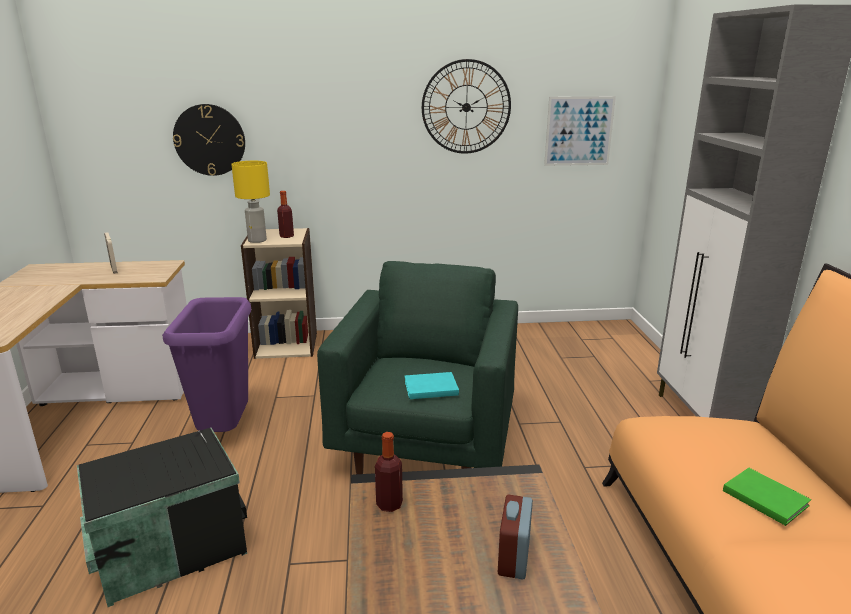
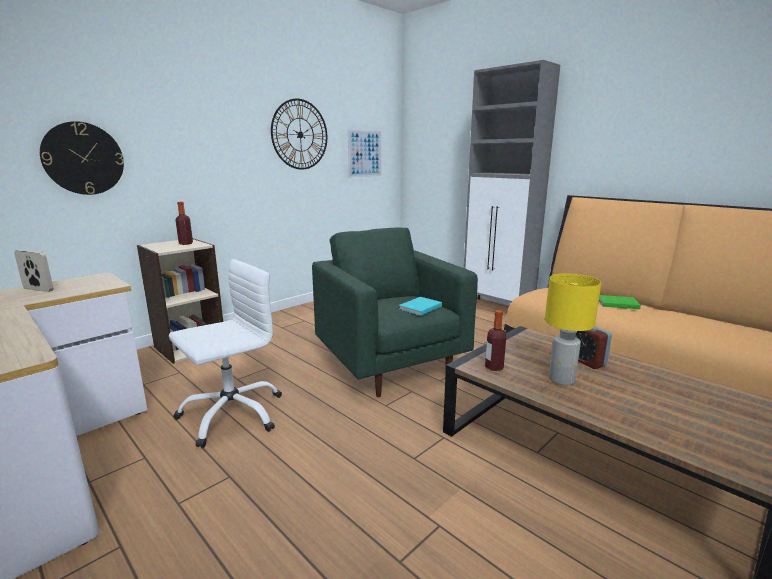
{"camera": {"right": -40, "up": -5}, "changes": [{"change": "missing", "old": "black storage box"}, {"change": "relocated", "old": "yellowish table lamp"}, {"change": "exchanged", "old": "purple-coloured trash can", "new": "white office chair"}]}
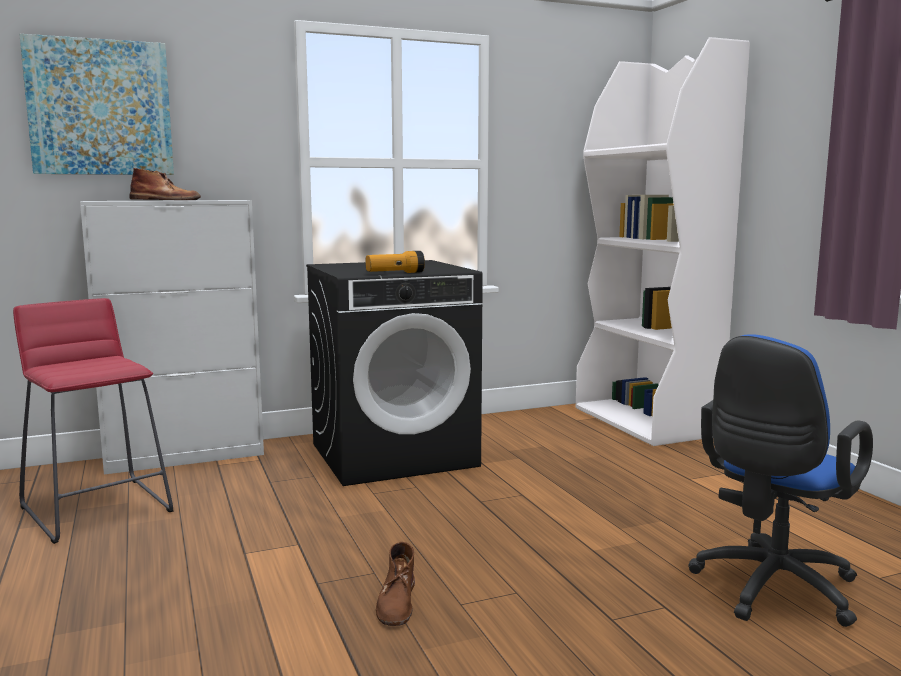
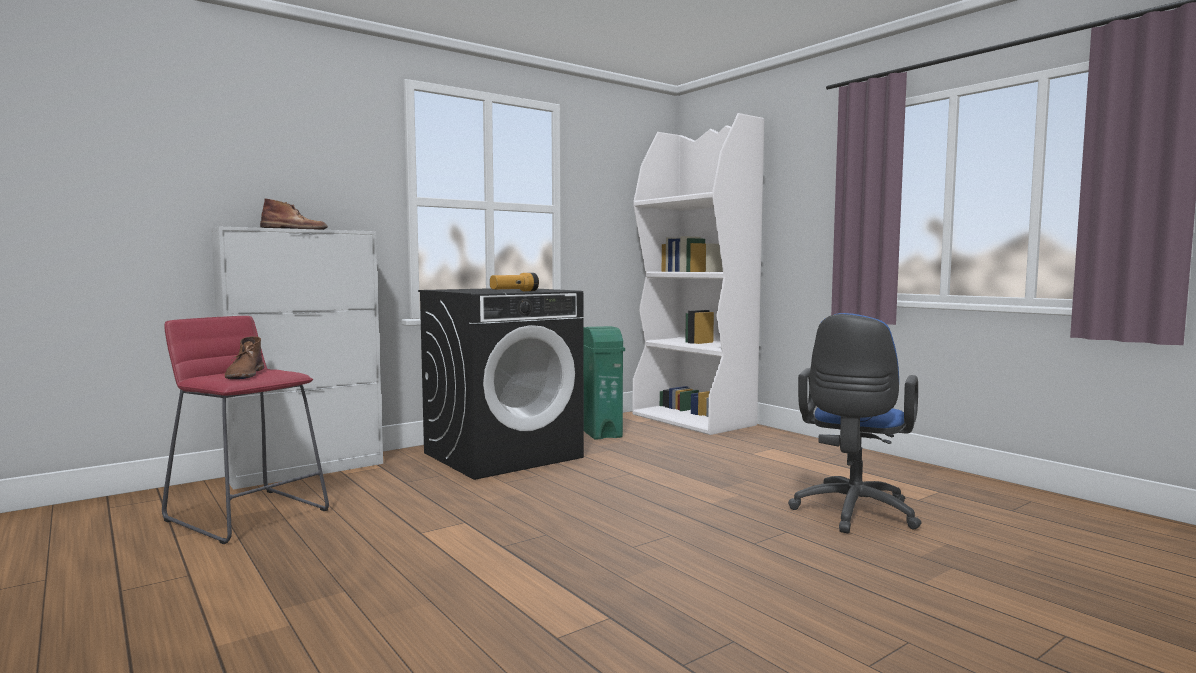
{"camera": {"right": -15, "up": -5}, "changes": [{"change": "missing", "old": "wall art"}, {"change": "appeared", "new": "green-coloured trash can"}, {"change": "relocated", "old": "brown high-top boot (no. 2 from left in the first image)", "new": "brown high-top boot (no. 1 from left)"}]}
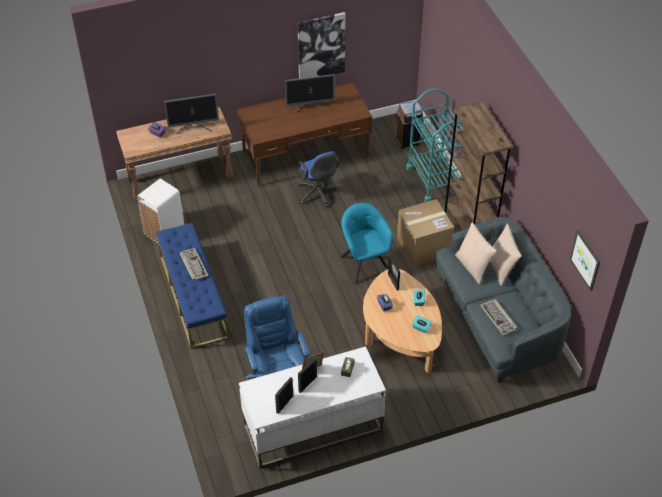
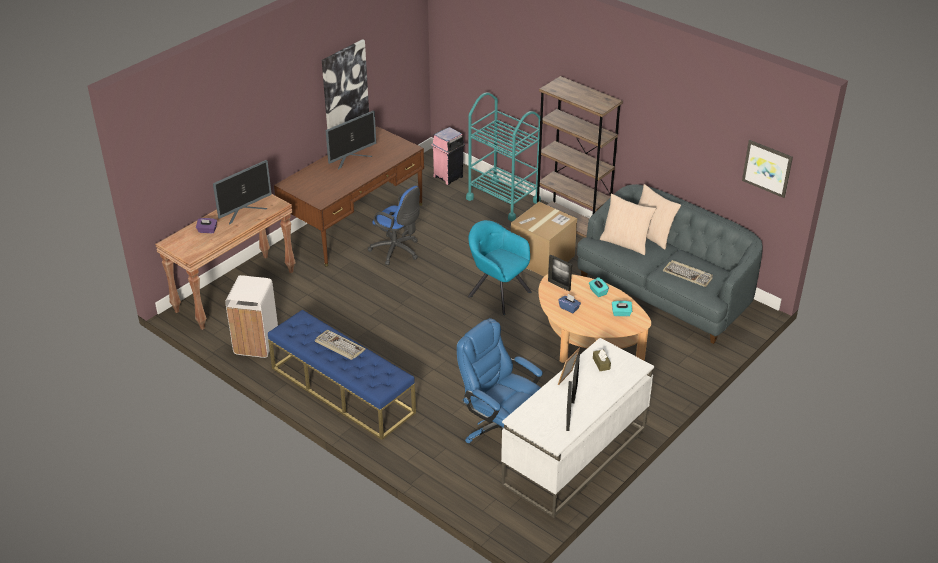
{"camera": {"right": -30, "up": -10}, "changes": [{"change": "colour", "old": "brown trash can", "new": "pink trash can"}]}
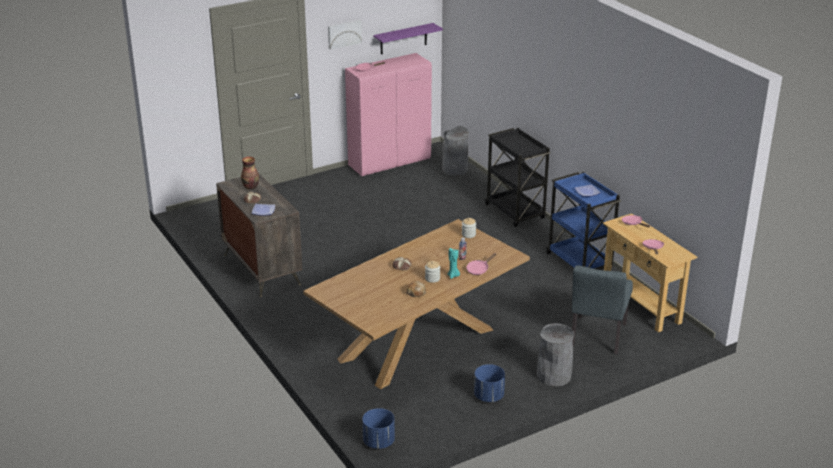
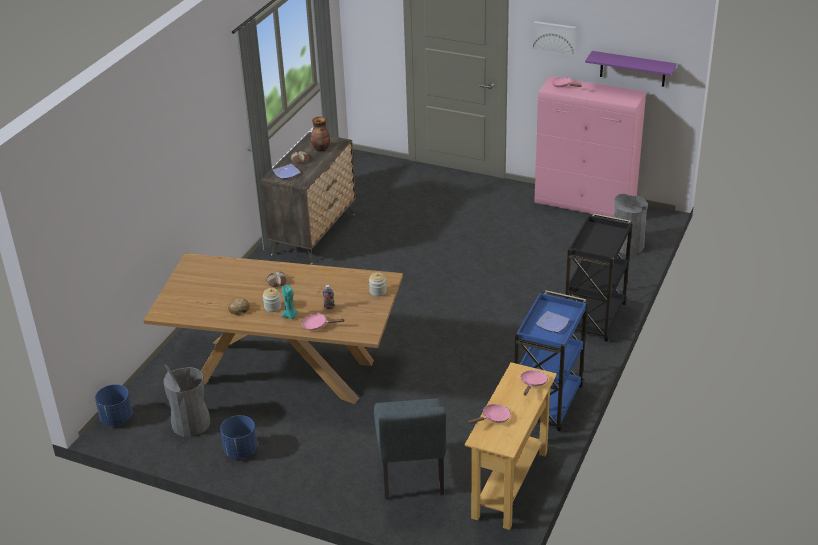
{"camera": {"right": 55, "up": 5}, "changes": [{"change": "relocated", "old": "grey trash can (no. 2 from left in the first image)", "new": "grey trash can (no. 1 from left)"}, {"change": "spun", "old": "grey upright chair", "degrees": -75}]}
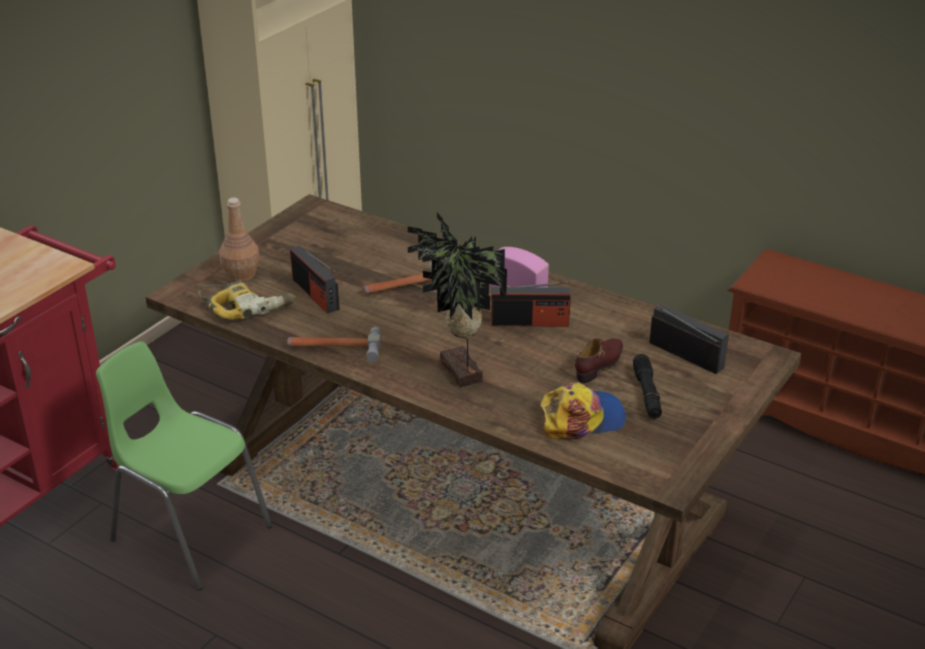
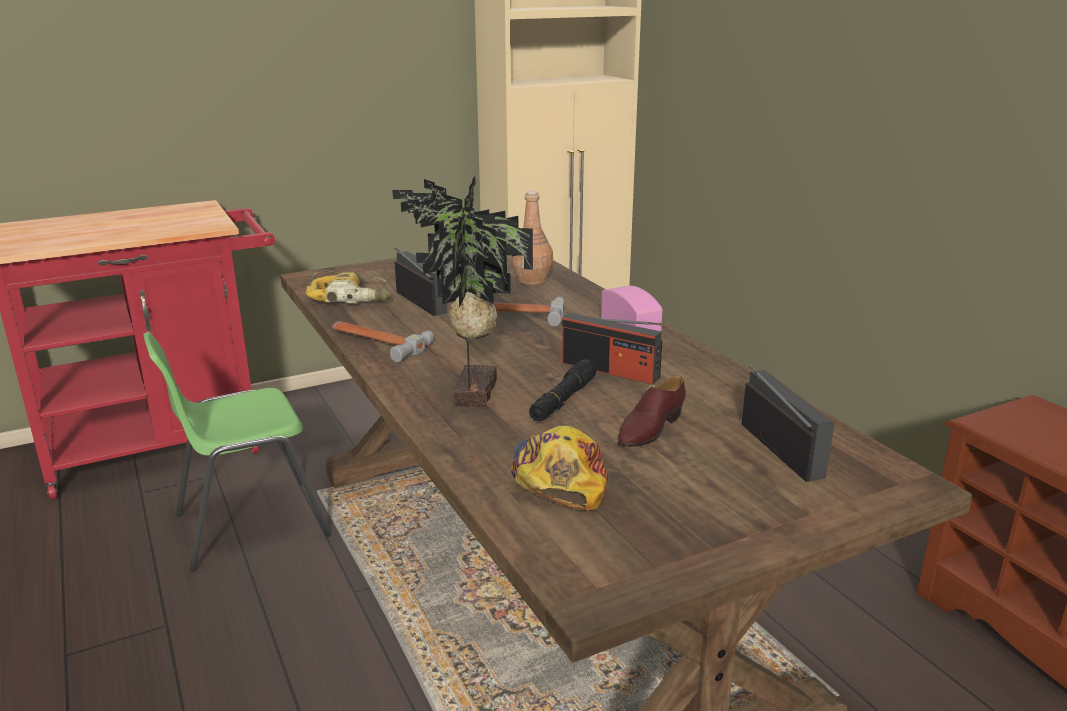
{"camera": {"right": 30, "up": -10}, "changes": [{"change": "relocated", "old": "brown bottle"}, {"change": "relocated", "old": "black flashlight"}, {"change": "spun", "old": "green-coloured upright chair", "degrees": -90}, {"change": "spun", "old": "radio receiver (no. 1 from left)", "degrees": 150}, {"change": "spun", "old": "cap", "degrees": -105}, {"change": "spun", "old": "brown shoe", "degrees": 150}]}
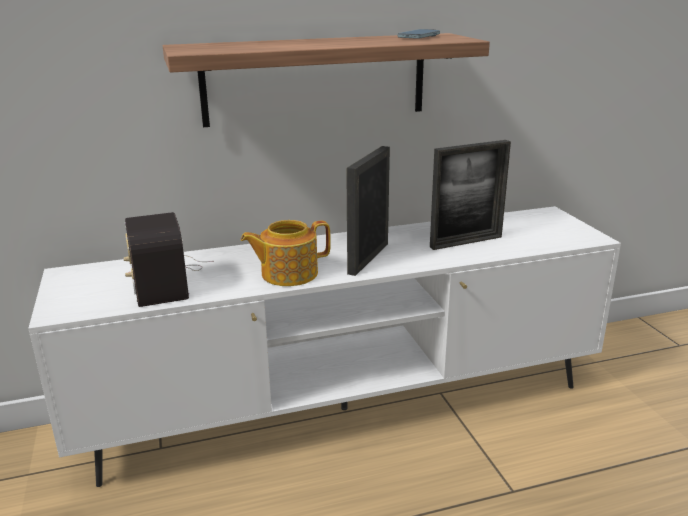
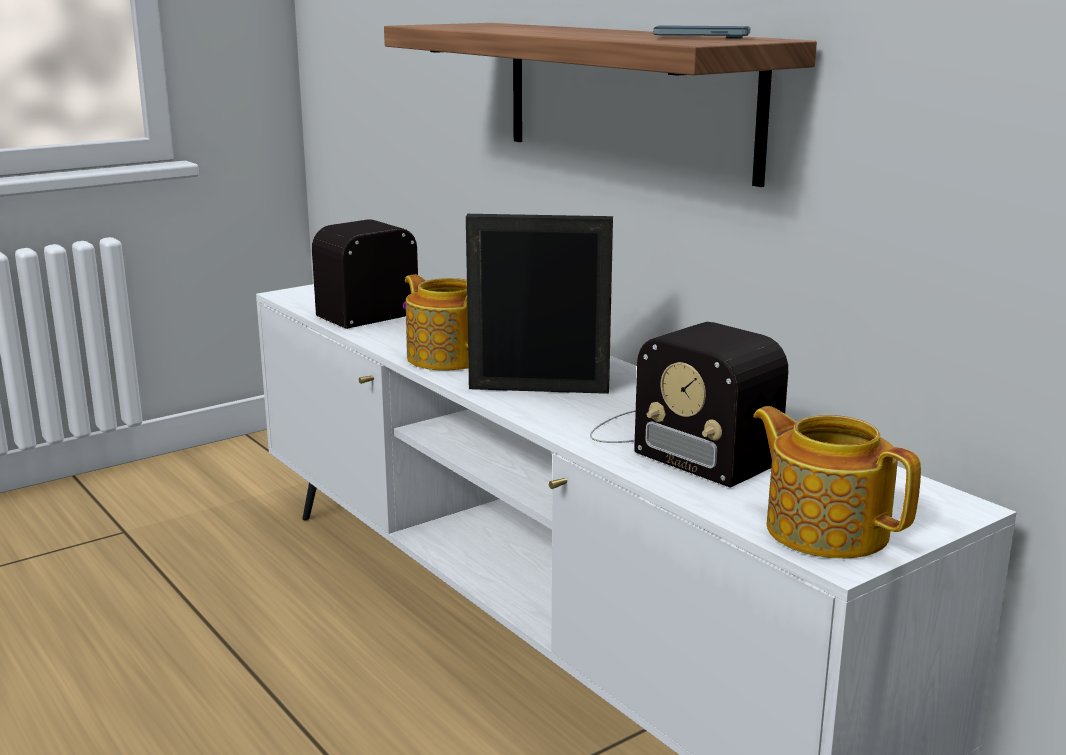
{"camera": {"right": 70, "up": -5}, "changes": [{"change": "appeared", "new": "teapot (no. 2 from left)"}, {"change": "exchanged", "old": "standing frame (no. 2 from left)", "new": "radio receiver (no. 2 from left)"}]}
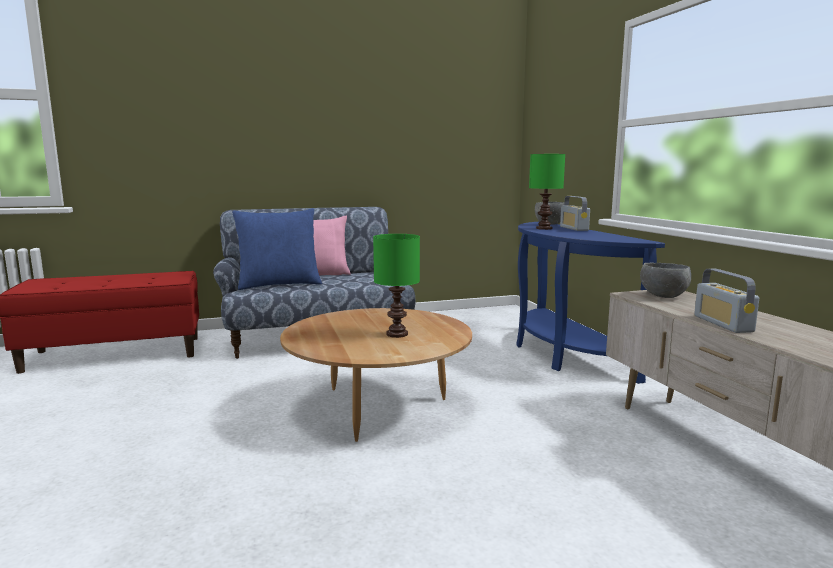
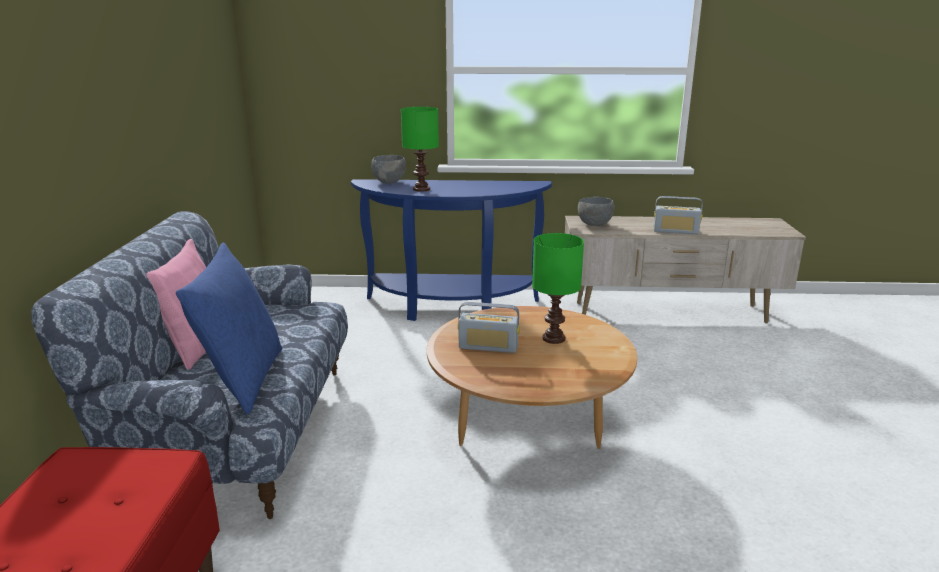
{"camera": {"right": -70, "up": 10}, "changes": [{"change": "relocated", "old": "radio receiver (no. 1 from left)"}]}
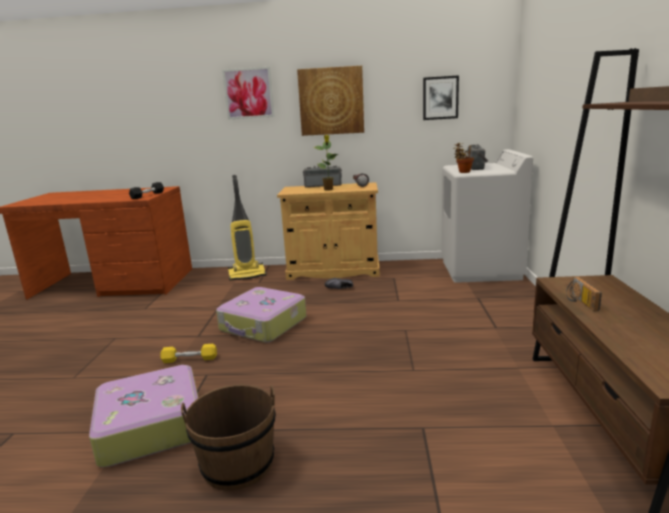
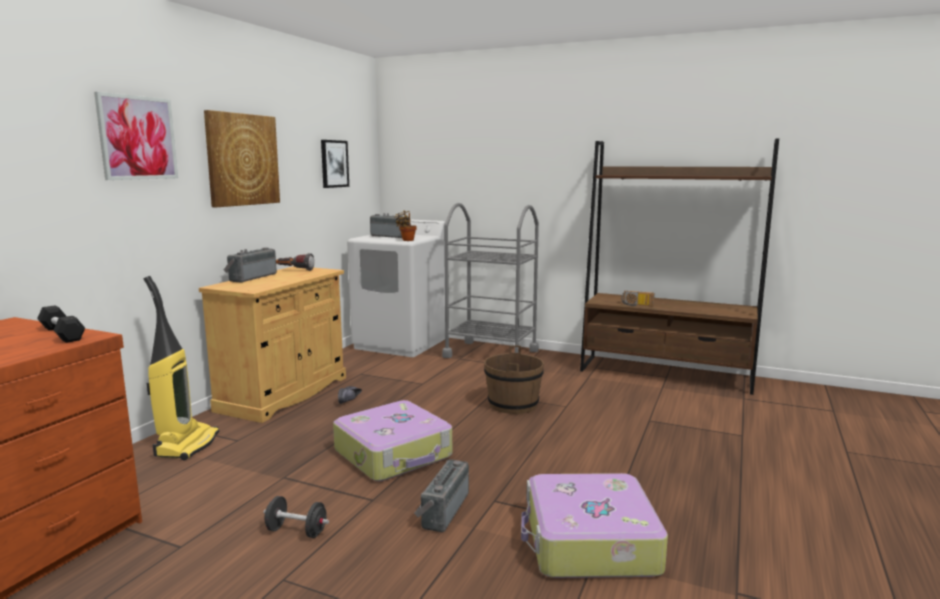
{"camera": {"right": -70, "up": -5}, "changes": [{"change": "missing", "old": "potted plant (no. 1 from left)"}, {"change": "appeared", "new": "black dumbbell (no. 2 from left)"}, {"change": "appeared", "new": "grey wheeled cart"}, {"change": "relocated", "old": "brown water bucket"}, {"change": "exchanged", "old": "yellowish dumbbell", "new": "radio receiver (no. 3 from left)"}]}
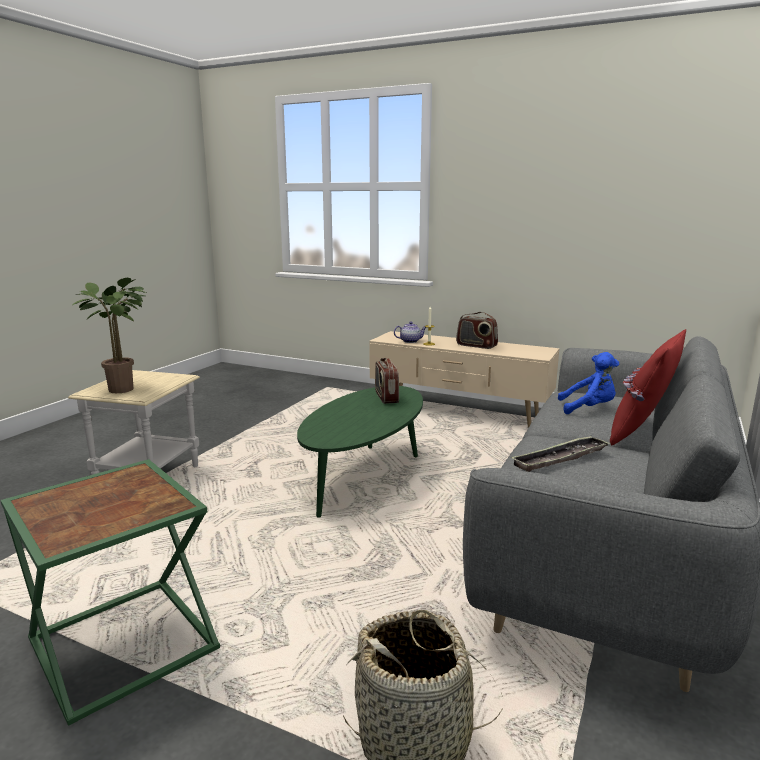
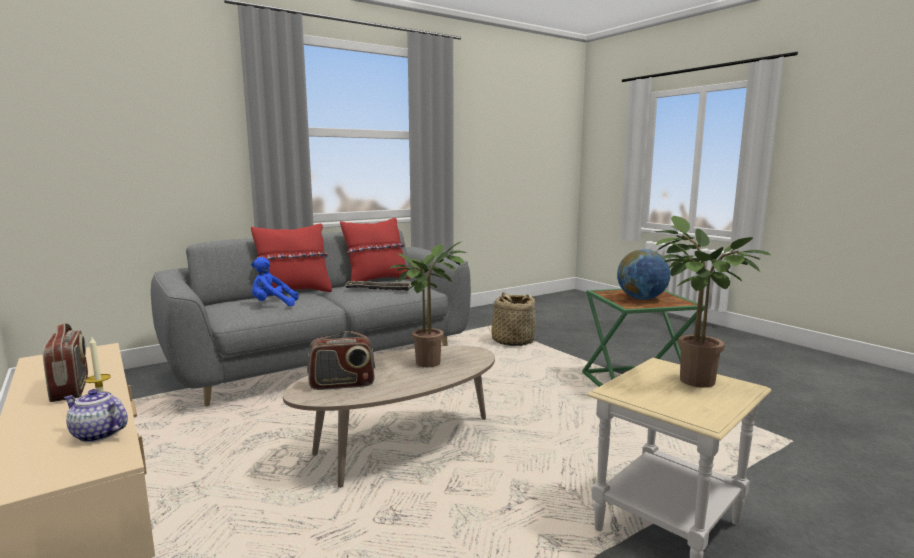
{"camera": {"right": -150, "up": -5}, "changes": [{"change": "appeared", "new": "red-coloured throw pillow (no. 2 from left)"}, {"change": "appeared", "new": "potted plant (no. 1 from left)"}, {"change": "appeared", "new": "desk globe"}, {"change": "colour", "old": "green-coloured coffee table", "new": "beige coffee table"}, {"change": "spun", "old": "radio receiver (no. 1 from left in the first image)", "degrees": 60}, {"change": "spun", "old": "blue cuddly toy", "degrees": -45}]}
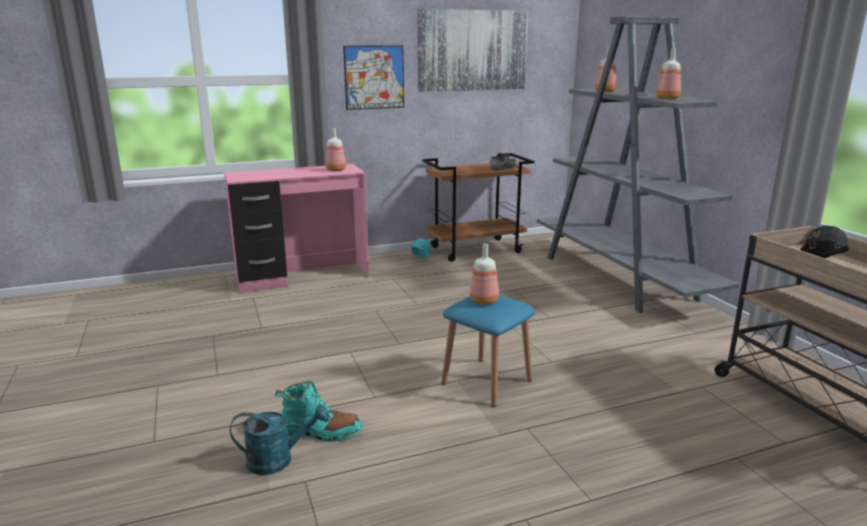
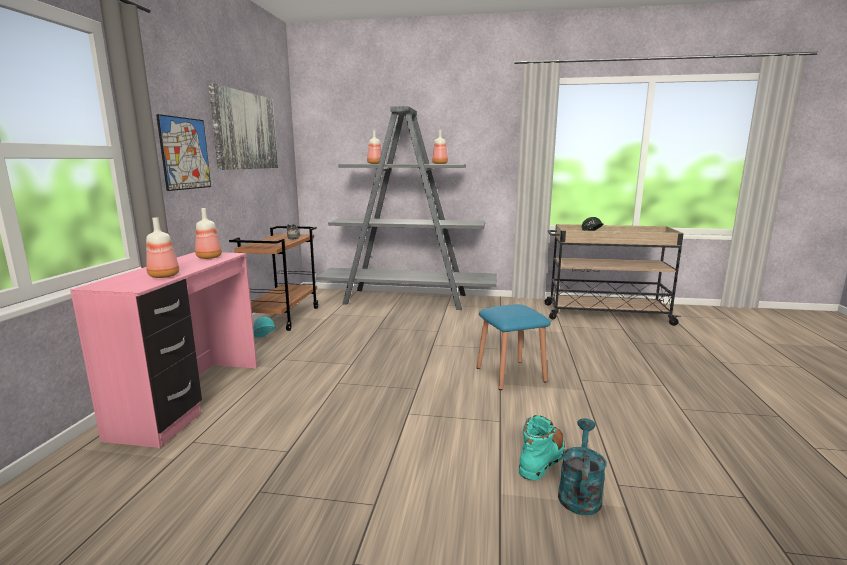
{"camera": {"right": -60, "up": -5}, "changes": [{"change": "relocated", "old": "bottle (no. 2 from left in the first image)", "new": "bottle (no. 1 from left)"}]}
